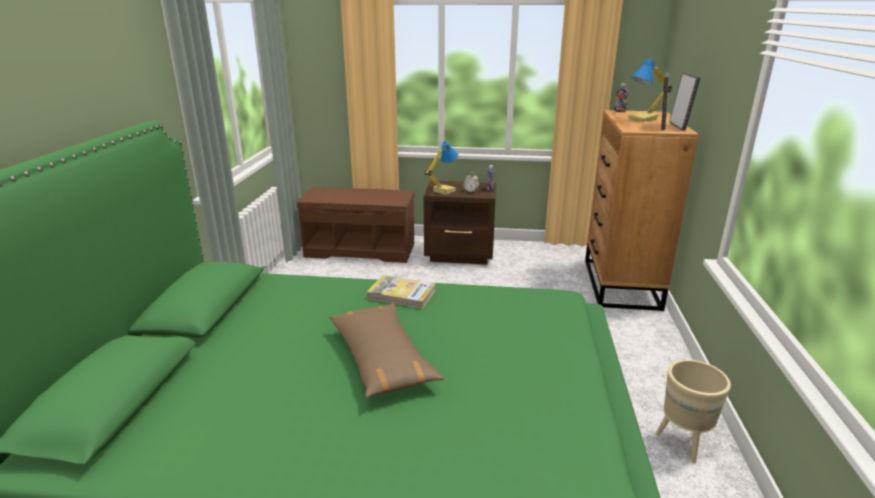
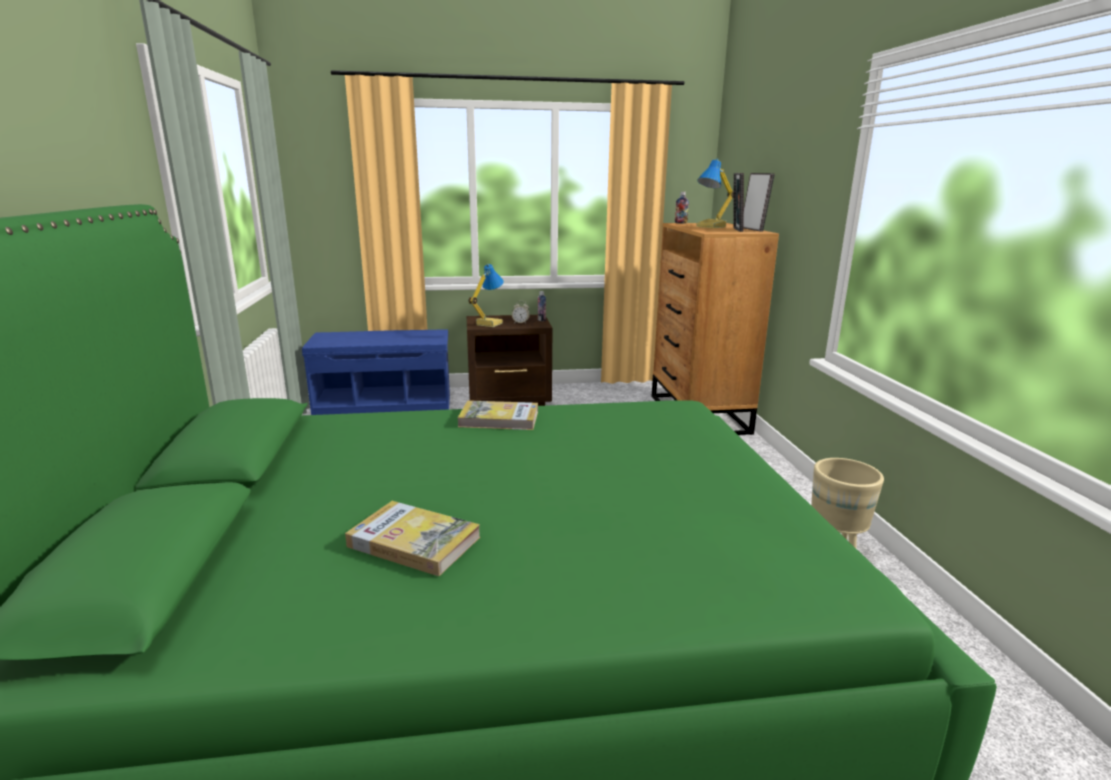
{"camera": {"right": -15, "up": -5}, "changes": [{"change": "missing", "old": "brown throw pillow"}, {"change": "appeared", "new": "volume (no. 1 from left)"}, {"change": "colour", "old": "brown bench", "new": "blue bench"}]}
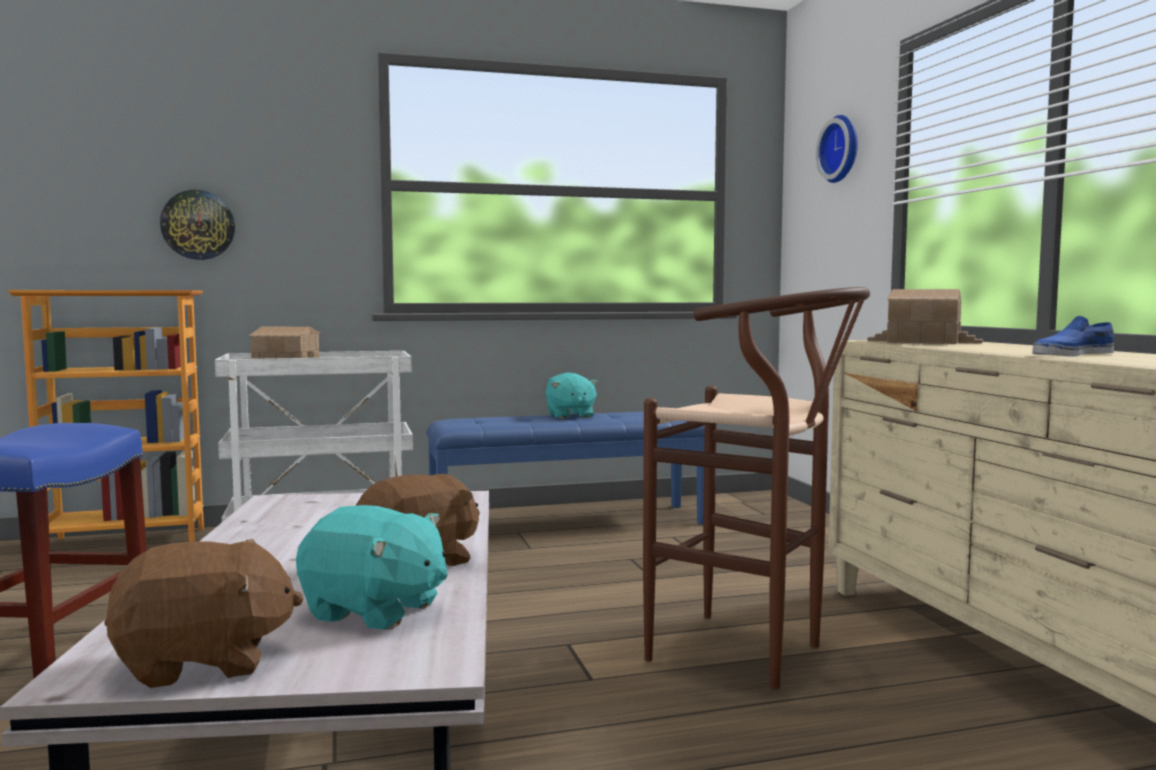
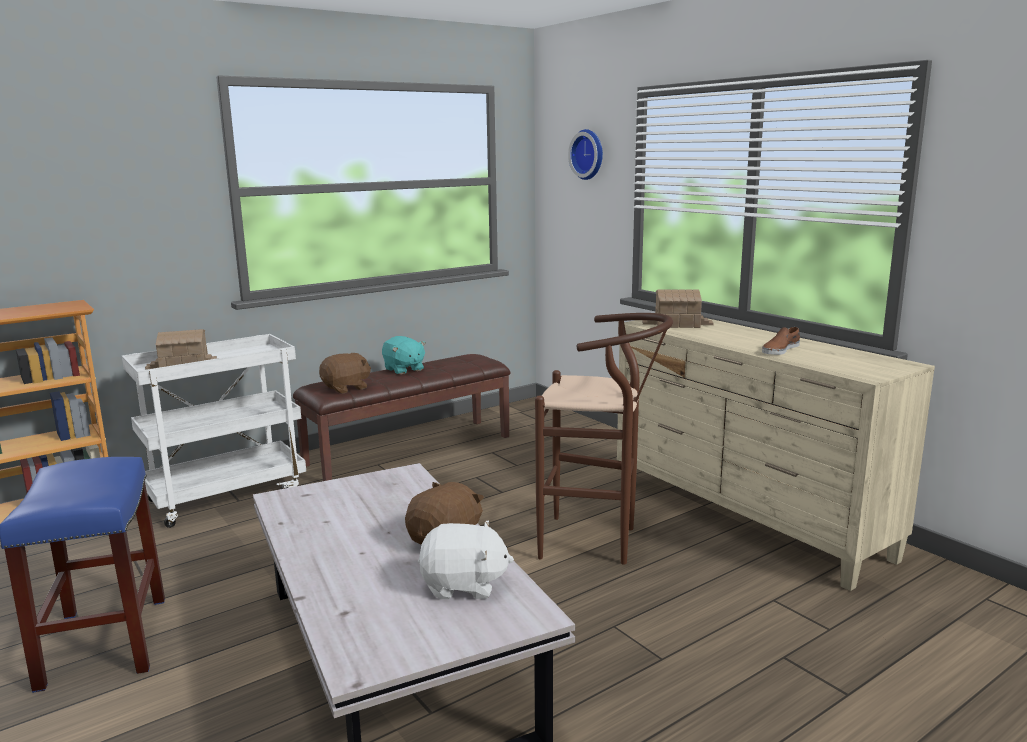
{"camera": {"right": -20, "up": 10}, "changes": [{"change": "missing", "old": "wall clock (no. 1 from left)"}, {"change": "relocated", "old": "brown cuddly toy (no. 1 from left)"}, {"change": "colour", "old": "turquoise cuddly toy (no. 1 from left)", "new": "white cuddly toy"}, {"change": "colour", "old": "blue bench", "new": "brown bench"}, {"change": "colour", "old": "blue shoe", "new": "brown shoe"}]}
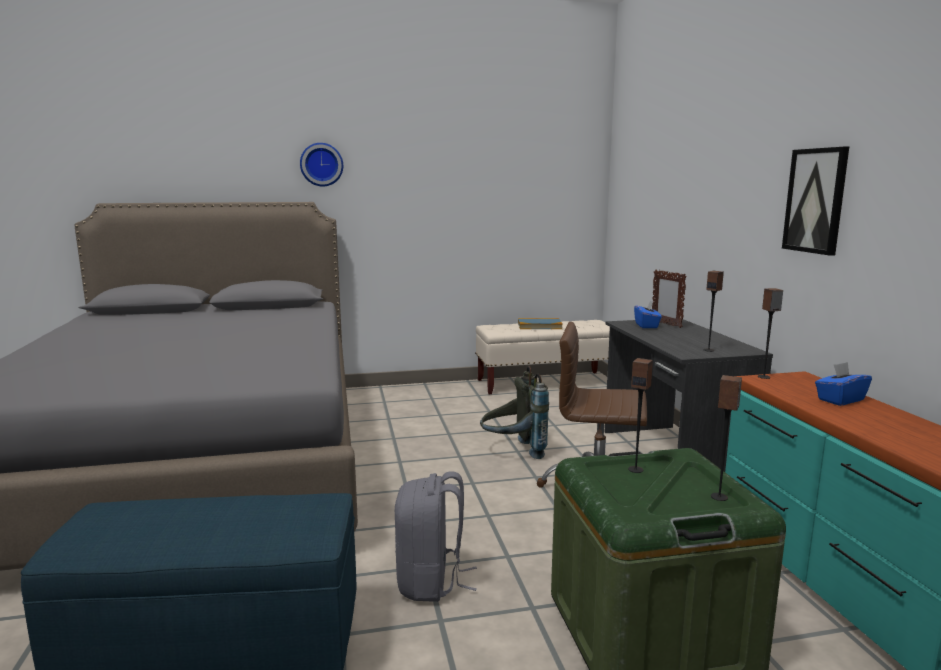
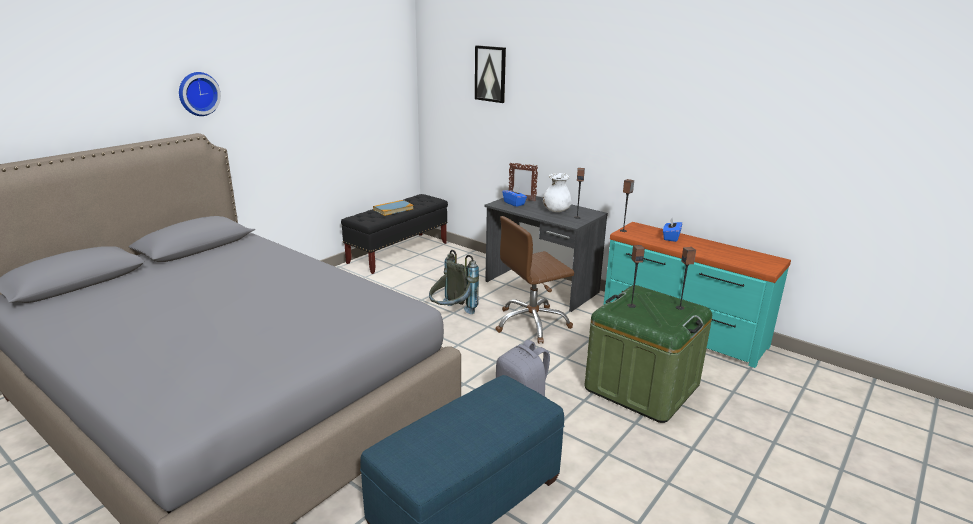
{"camera": {"right": -40, "up": 10}, "changes": [{"change": "appeared", "new": "white vase"}, {"change": "relocated", "old": "wall art"}, {"change": "colour", "old": "beige bench", "new": "black bench"}]}
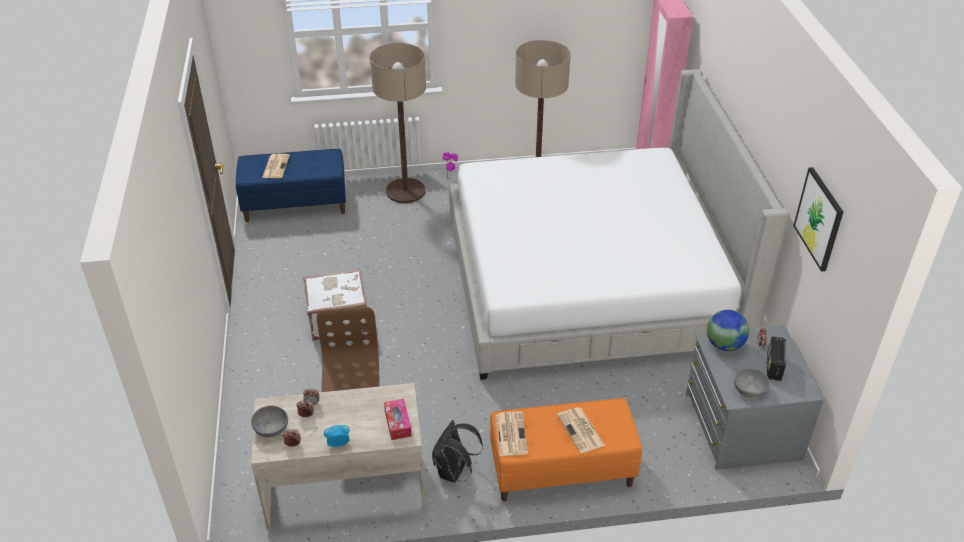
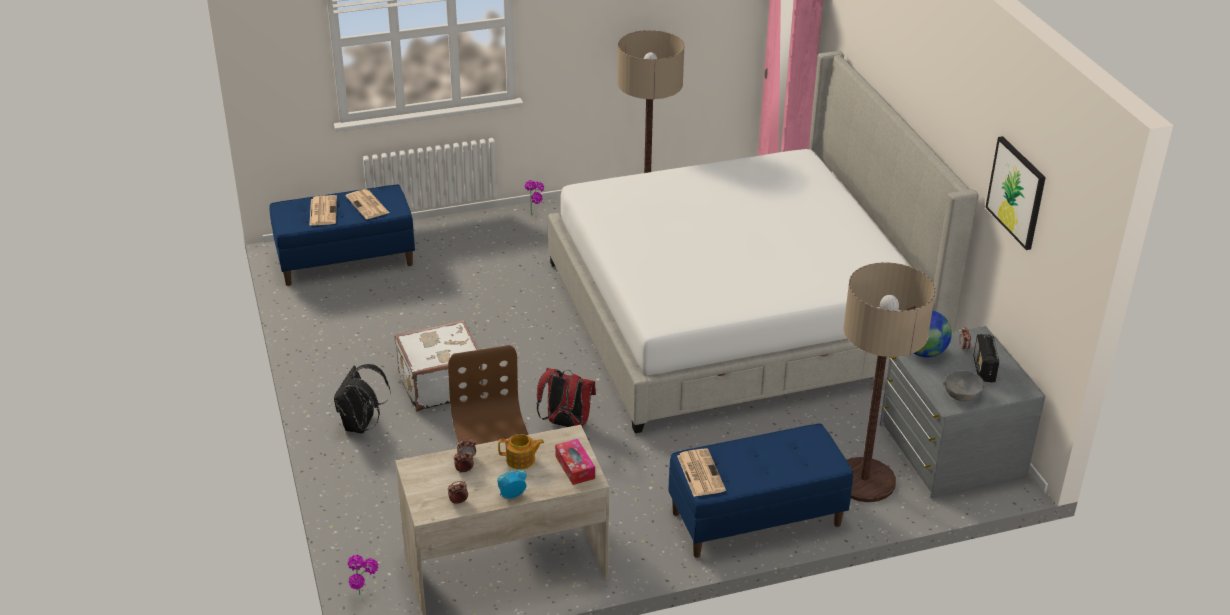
{"camera": {"right": -10, "up": -5}, "changes": [{"change": "missing", "old": "grey serving bowl (no. 1 from left)"}, {"change": "appeared", "new": "potted plant (no. 1 from left)"}, {"change": "appeared", "new": "teapot"}, {"change": "appeared", "new": "red-coloured rucksack"}, {"change": "relocated", "old": "standard lamp (no. 1 from left in the first image)", "new": "standard lamp (no. 2 from left)"}, {"change": "relocated", "old": "black rucksack"}, {"change": "relocated", "old": "printed paper (no. 3 from left in the first image)", "new": "printed paper (no. 2 from left)"}, {"change": "colour", "old": "orangey bench", "new": "blue bench (no. 2 from left)"}]}
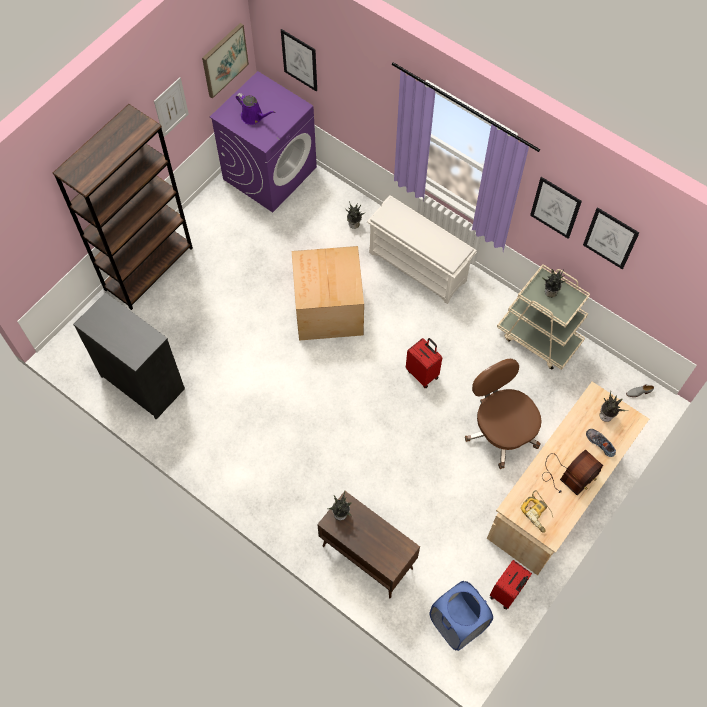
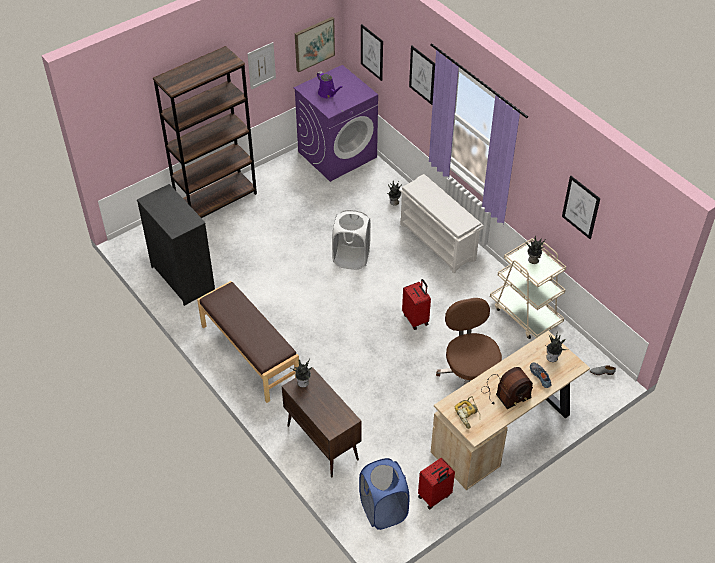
{"camera": {"right": 15, "up": -15}, "changes": [{"change": "appeared", "new": "brown bench"}, {"change": "relocated", "old": "wall art (no. 4 from left)"}, {"change": "exchanged", "old": "cardboard box", "new": "white hamper"}]}
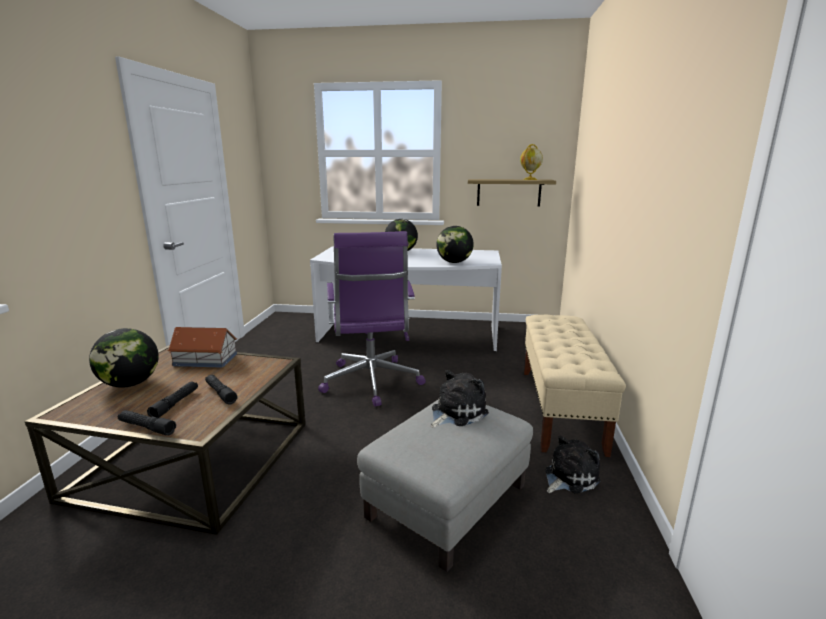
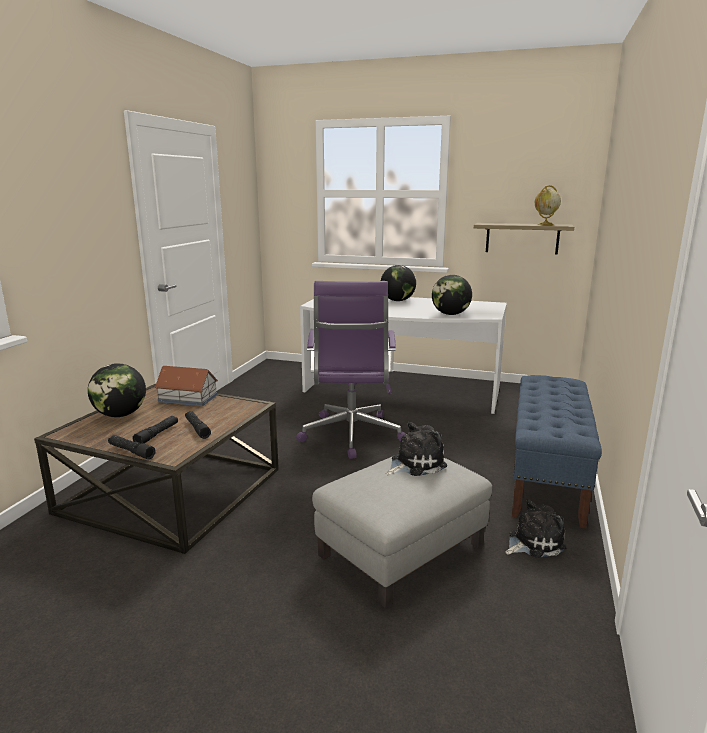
{"camera": {"right": 10, "up": 0}, "changes": [{"change": "colour", "old": "beige bench", "new": "blue bench"}]}
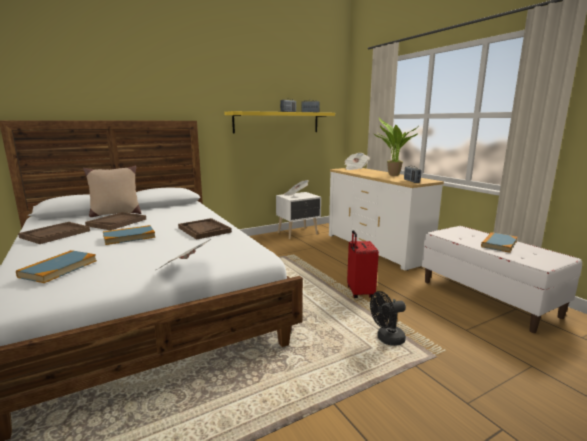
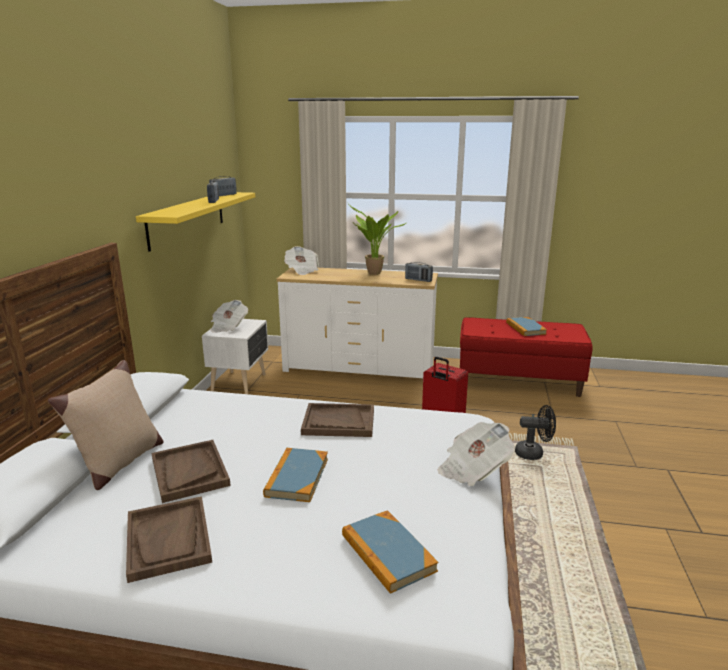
{"camera": {"right": -50, "up": 5}, "changes": [{"change": "colour", "old": "white bench", "new": "red-coloured bench"}, {"change": "spun", "old": "black electric fan", "degrees": -105}]}
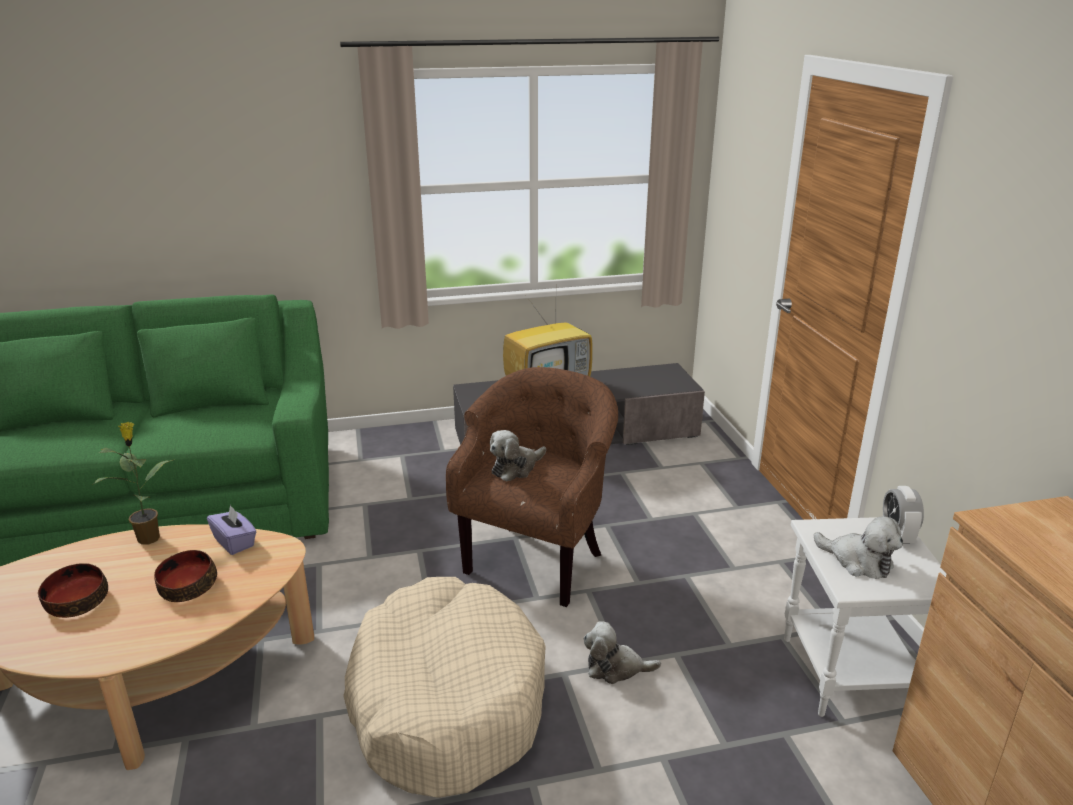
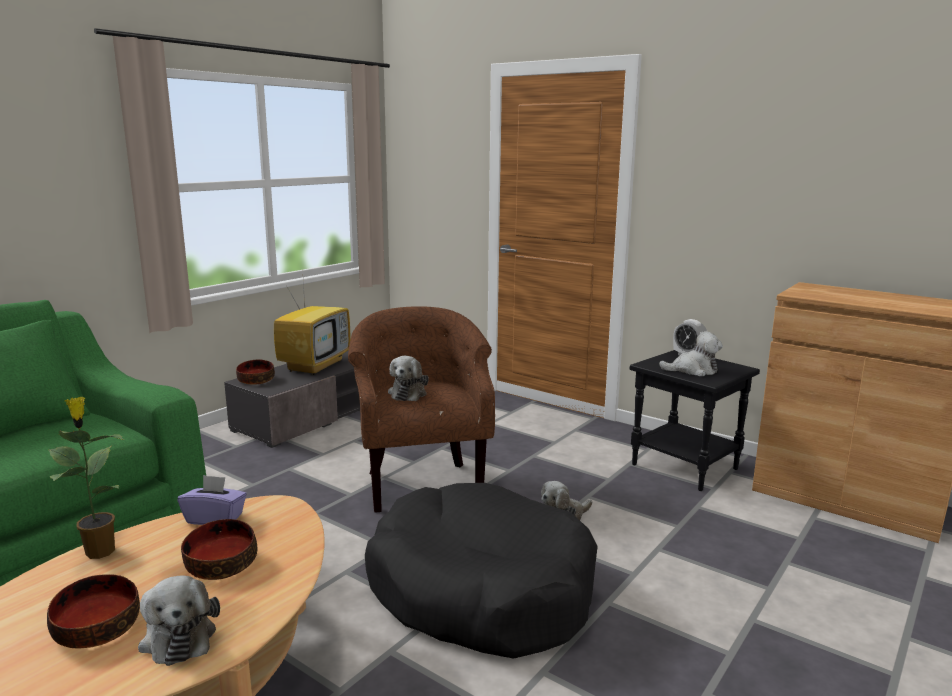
{"camera": {"right": -40, "up": -10}, "changes": [{"change": "appeared", "new": "cuddly toy (no. 1 from left)"}, {"change": "appeared", "new": "serving bowl (no. 3 from left)"}, {"change": "colour", "old": "beige pet bed", "new": "black pet bed"}, {"change": "colour", "old": "white accent table", "new": "black accent table"}]}
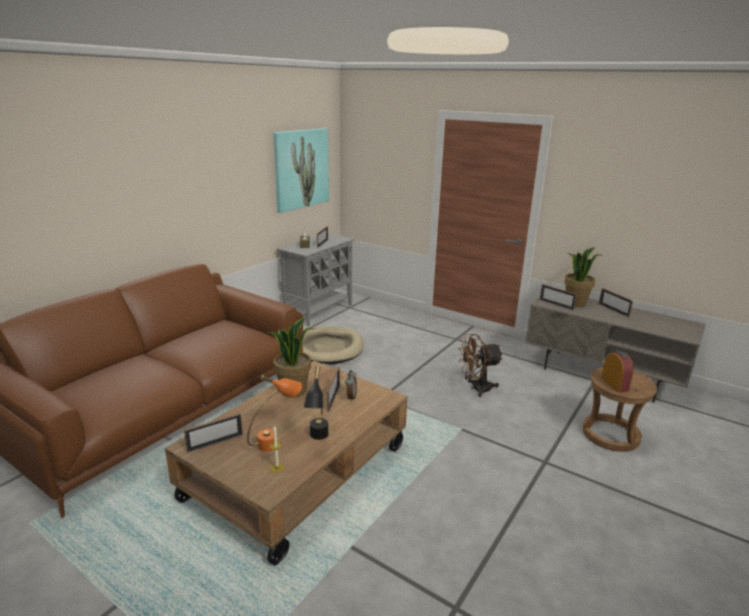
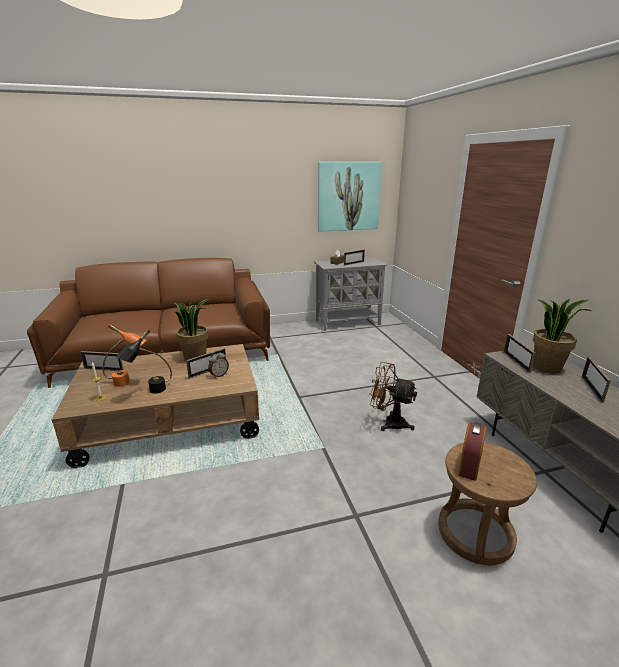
{"camera": {"right": 40, "up": 0}, "changes": [{"change": "missing", "old": "beige pet bed"}]}
